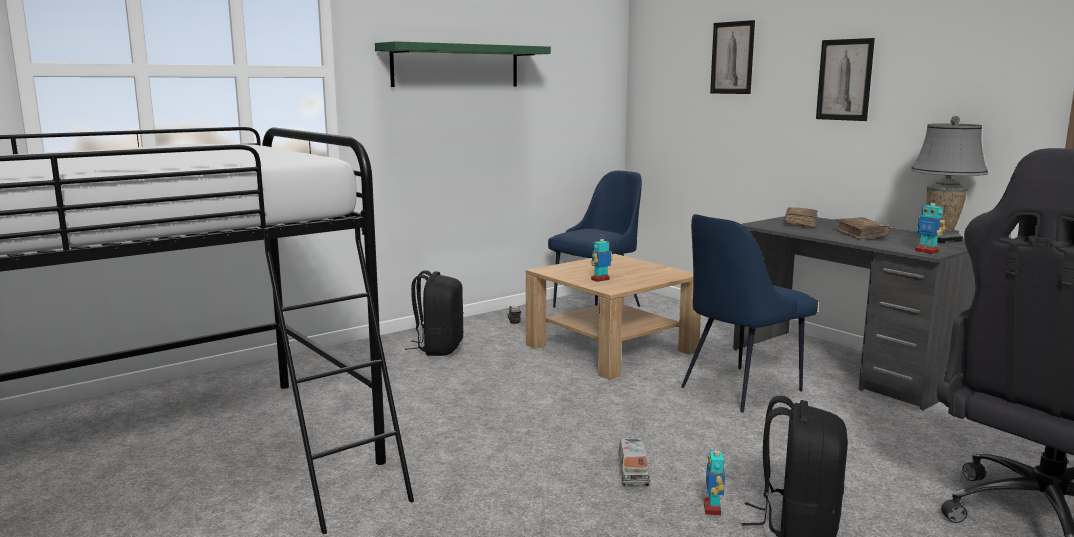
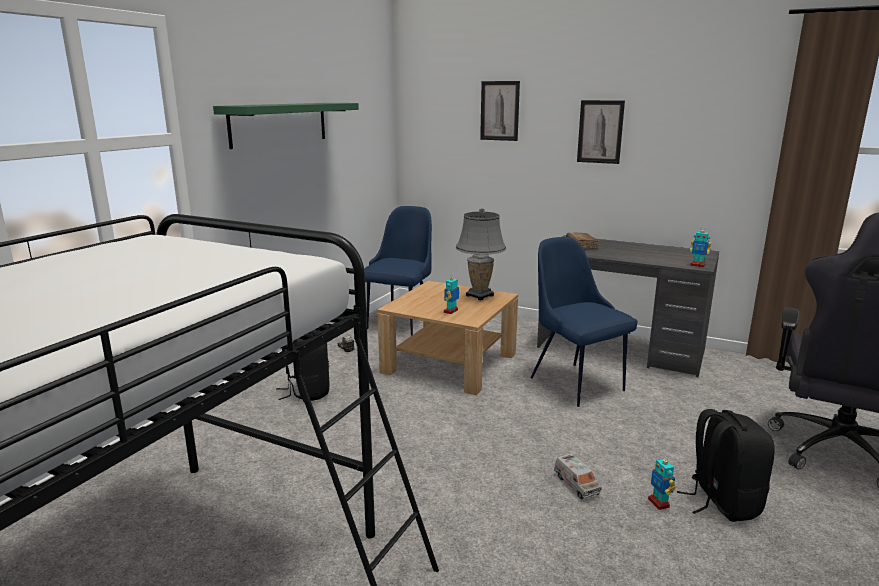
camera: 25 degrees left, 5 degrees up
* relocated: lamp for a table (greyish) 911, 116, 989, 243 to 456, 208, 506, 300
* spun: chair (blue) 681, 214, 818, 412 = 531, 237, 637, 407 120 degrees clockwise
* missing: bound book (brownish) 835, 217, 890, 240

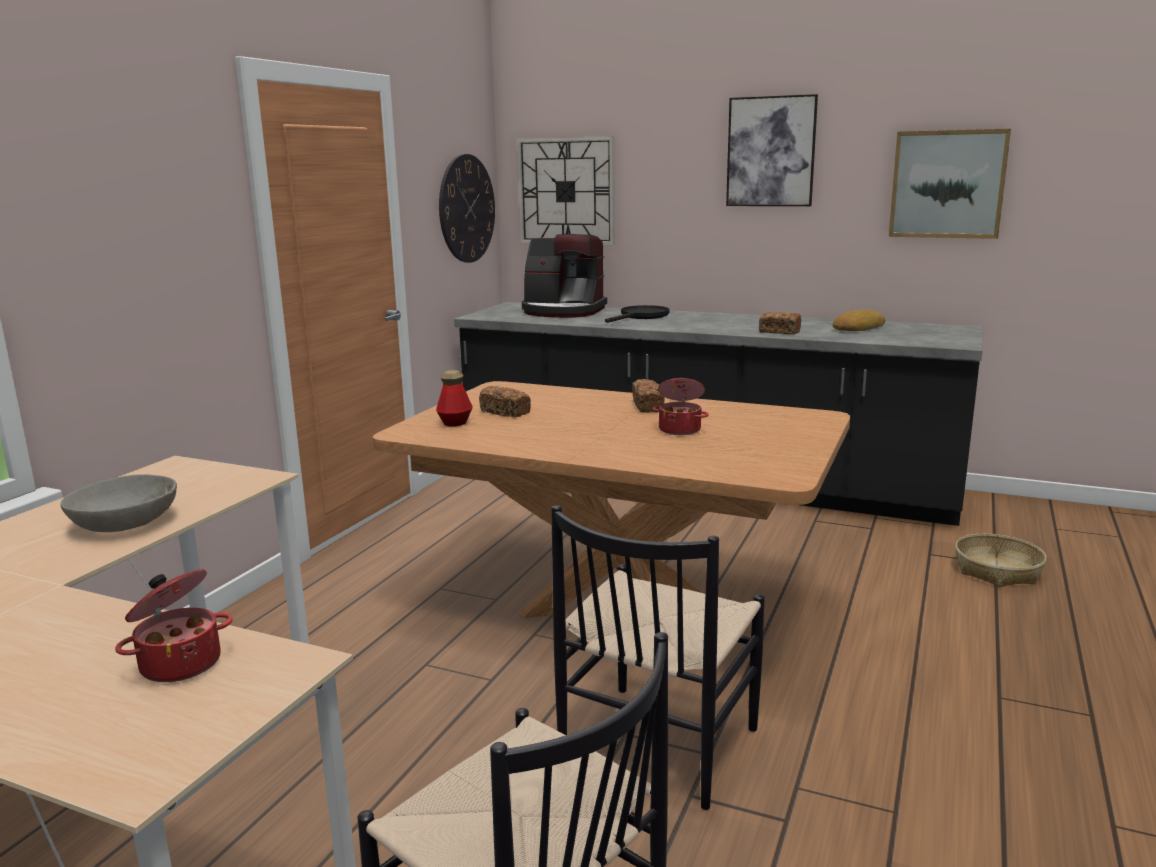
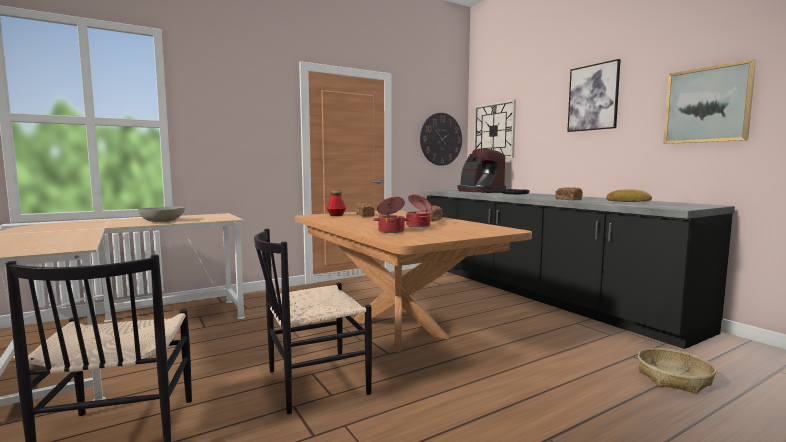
camera: 35 degrees right, 10 degrees down
* relocated: saucepot 115, 569, 233, 682 to 373, 197, 410, 233

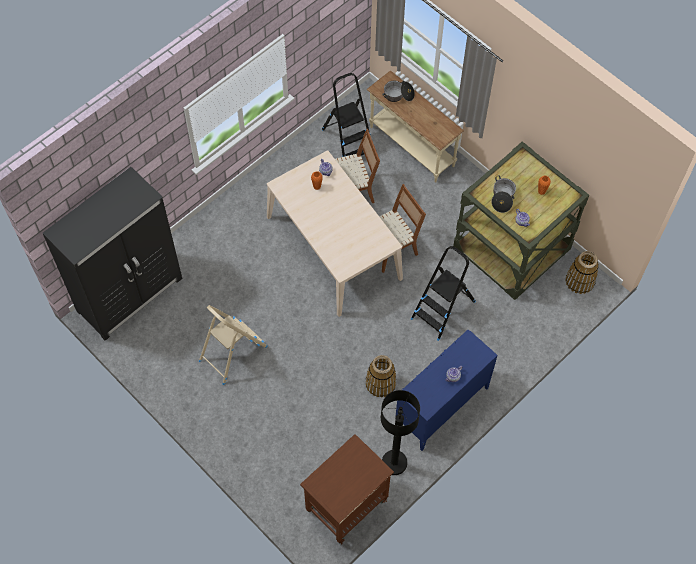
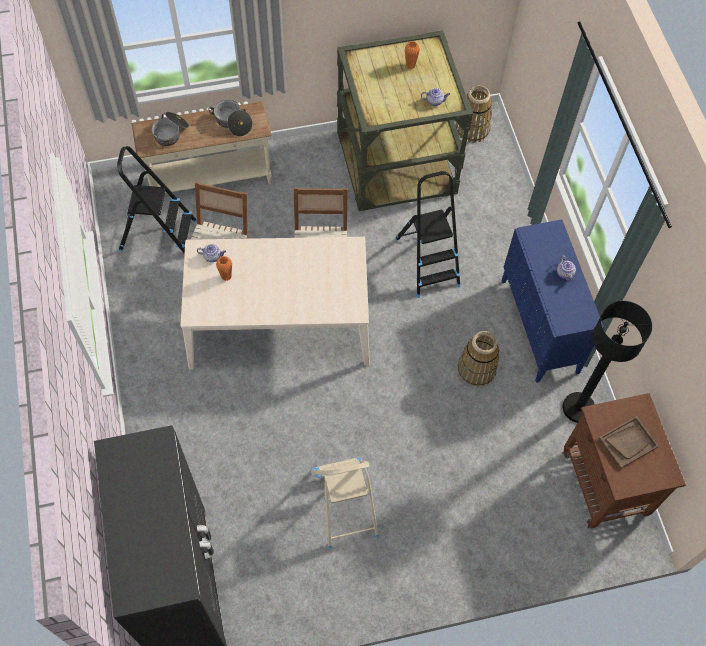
camera: 60 degrees left, 0 degrees up
* relocated: saucepot 492, 176, 516, 213 to 208, 100, 253, 137
* appeared: tray (brownish) 598, 416, 659, 469

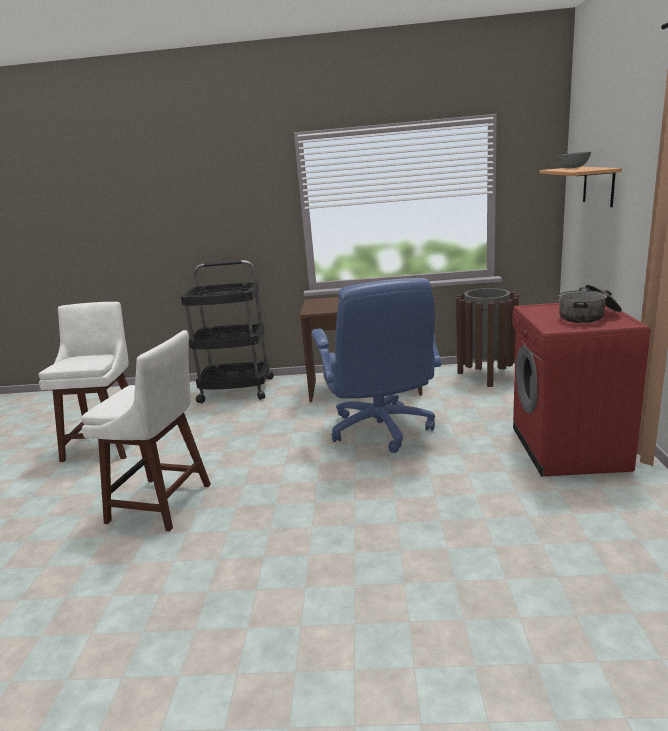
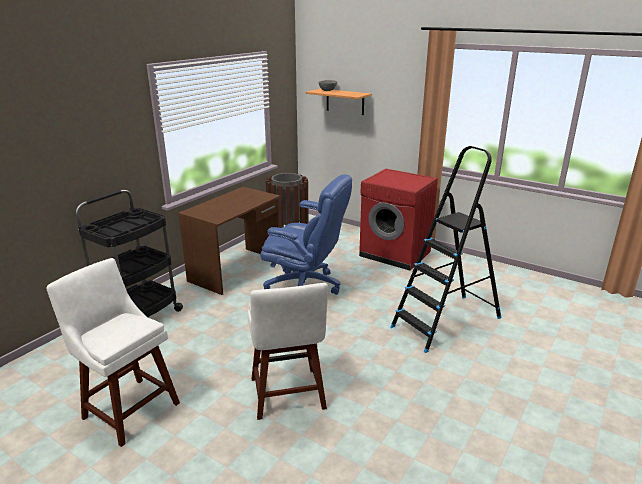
camera: 60 degrees left, 5 degrees up
* spun: chair (white) 82, 330, 211, 531 = 248, 283, 328, 420 120 degrees clockwise
* appeared: stepladder (black-coloured) 390, 146, 501, 353
* missing: saucepot 559, 285, 622, 323

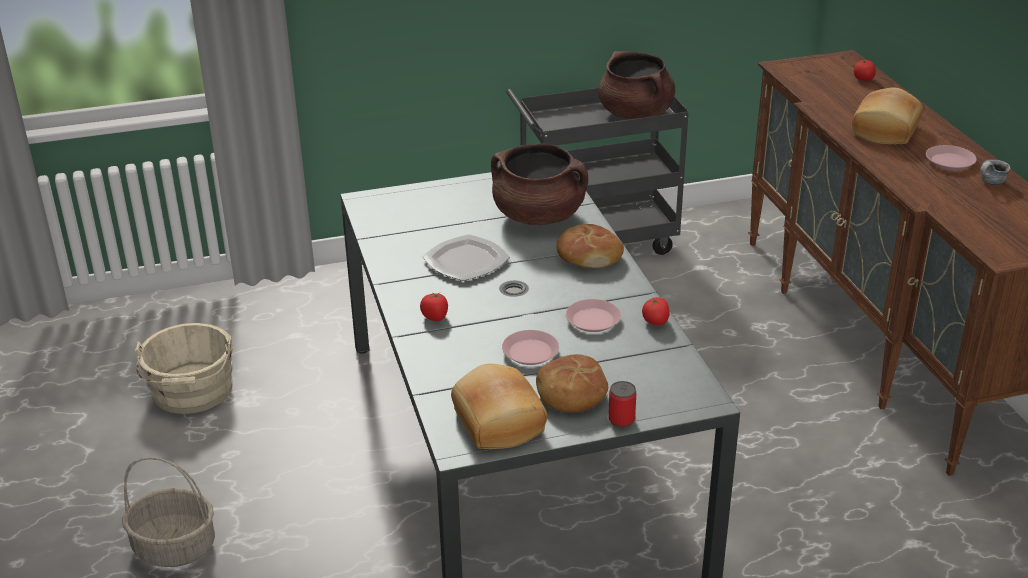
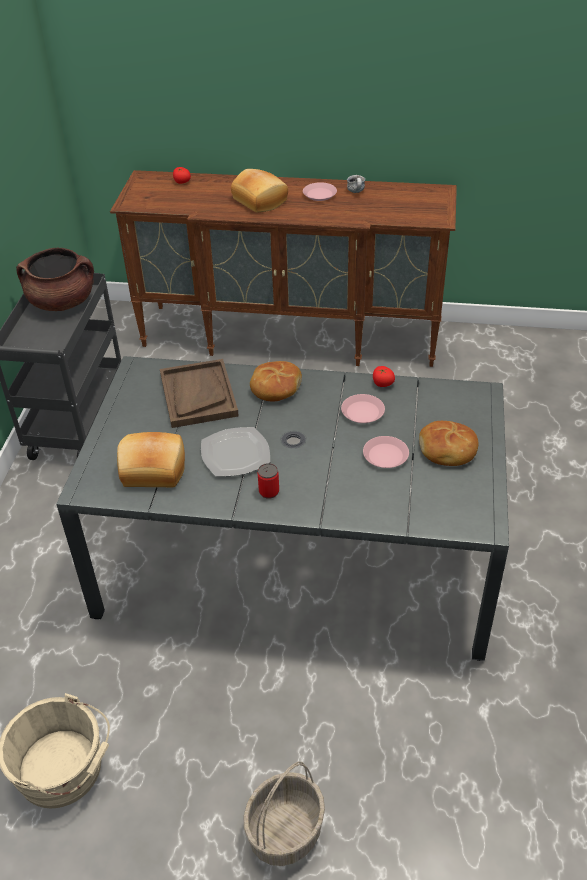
camera: 65 degrees left, 10 degrees up
* relocated: bread 451, 364, 548, 449 to 117, 432, 185, 487
* exchanged: saucepot (brownish) 491, 143, 588, 225 to tray (brownish) 160, 359, 239, 428
* relocated: can 608, 381, 636, 428 to 258, 463, 279, 499
* missing: tomato 420, 292, 448, 321

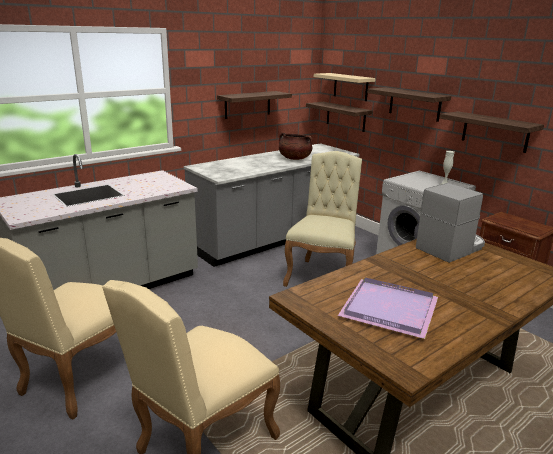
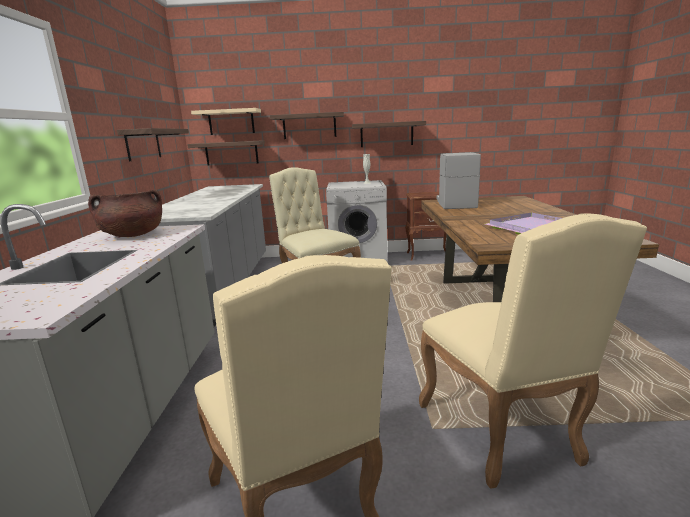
camera: 50 degrees left, 5 degrees down
* relocated: saucepot (brownish) 279, 133, 312, 160 to 88, 190, 162, 237

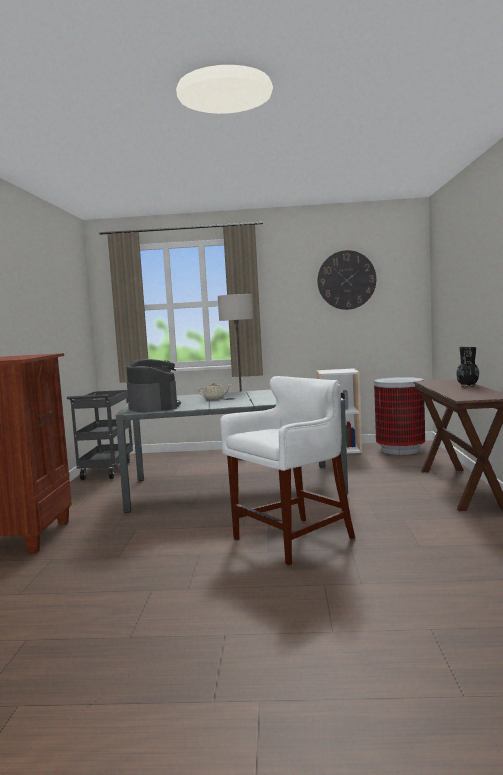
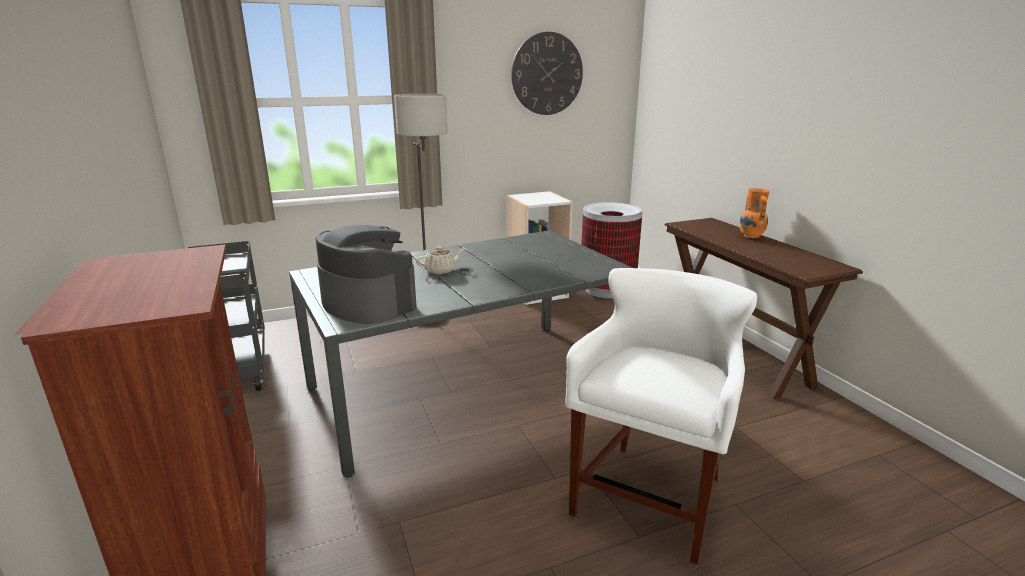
camera: 25 degrees left, 15 degrees up
* colour: vase (black-coloured) 456, 347, 479, 386 to vase (orange-coloured) 740, 188, 769, 238

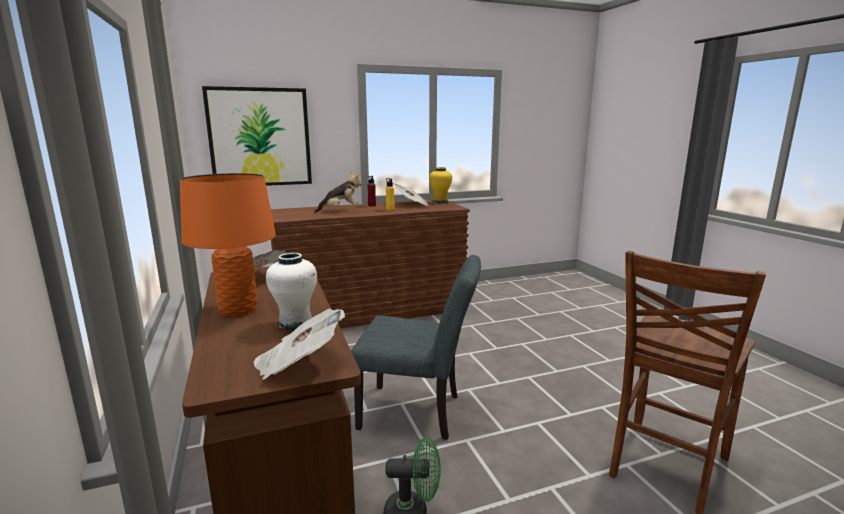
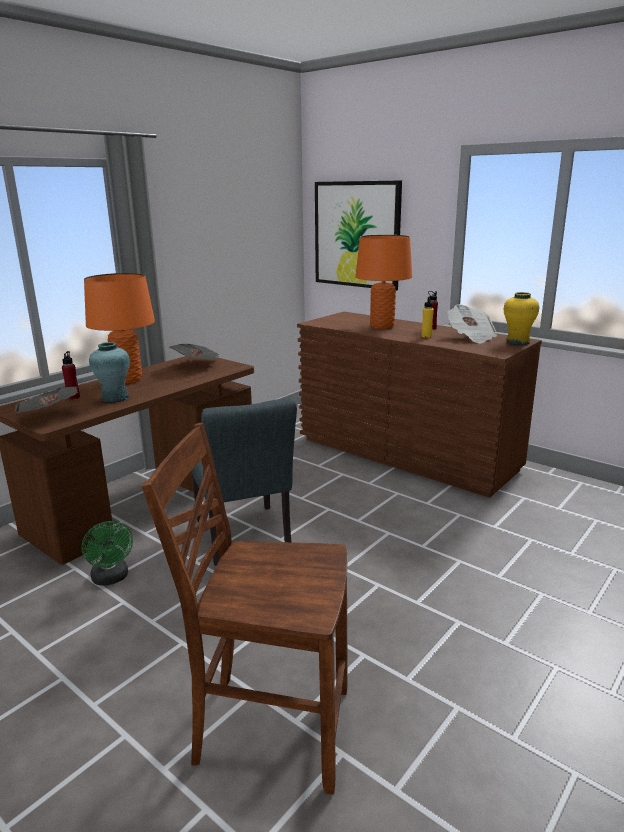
camera: 60 degrees right, 5 degrees up
* appeared: bottle (red-coloured) 62, 351, 80, 400
* colour: vase (white) 266, 253, 317, 331 to vase (turquoise-coloured) 89, 342, 130, 403
* exchanged: cuddly toy 314, 172, 362, 213 to lamp for a table (orange-coloured) 355, 235, 412, 329

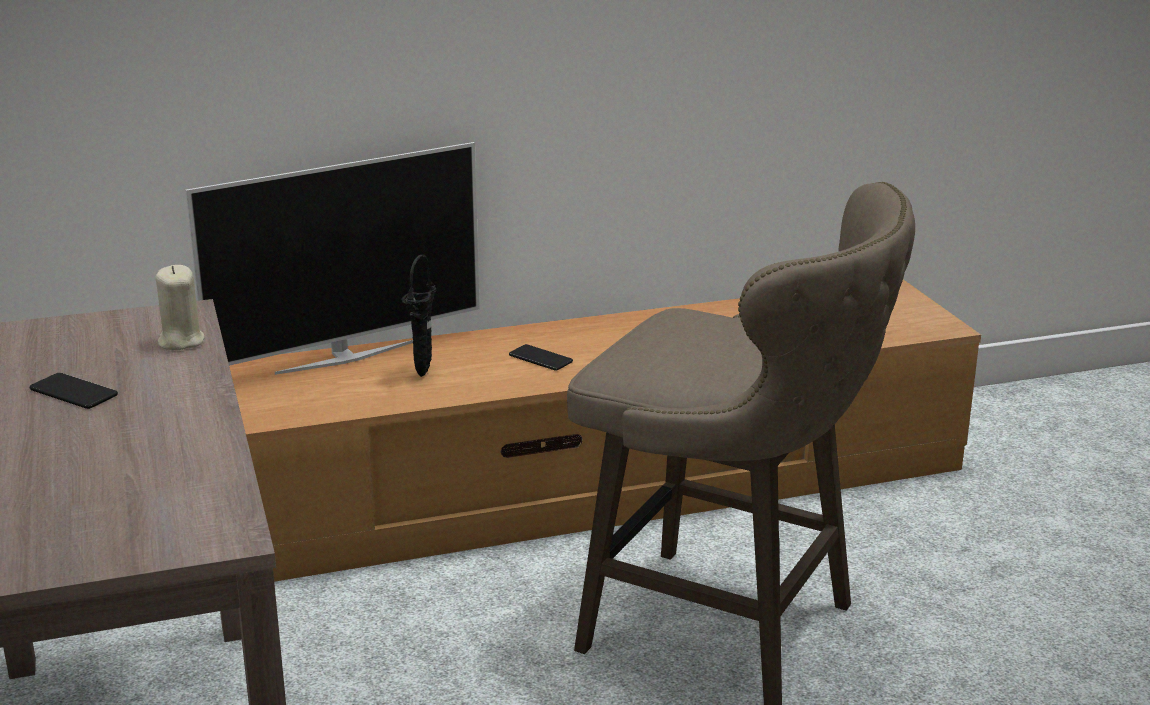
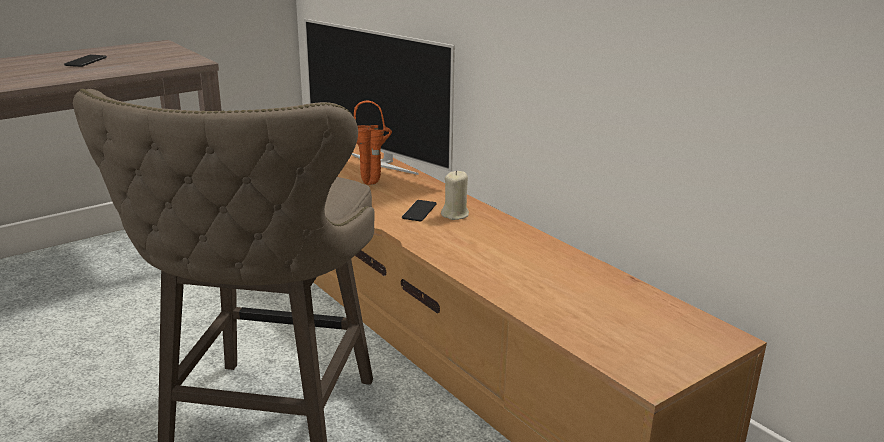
camera: 70 degrees right, 0 degrees up
* colour: vase (black-coloured) 401, 255, 436, 377 to vase (orange-coloured) 354, 101, 392, 185
* relocated: wax light (beige) 155, 265, 204, 350 to 441, 171, 469, 220

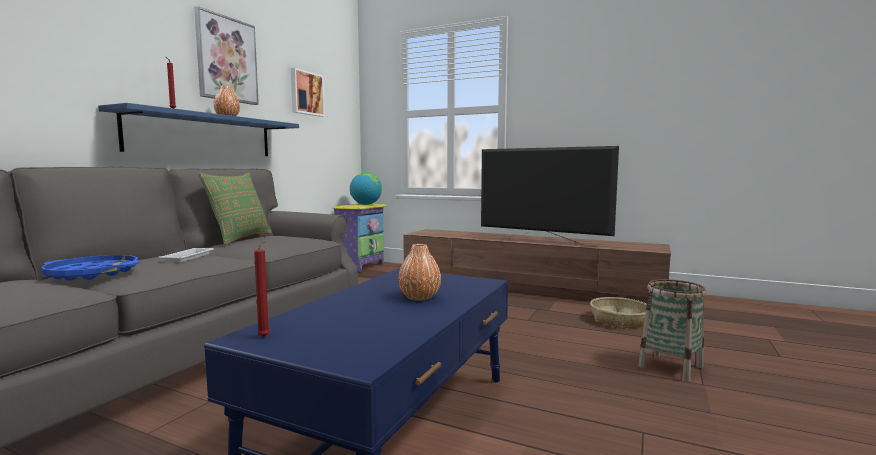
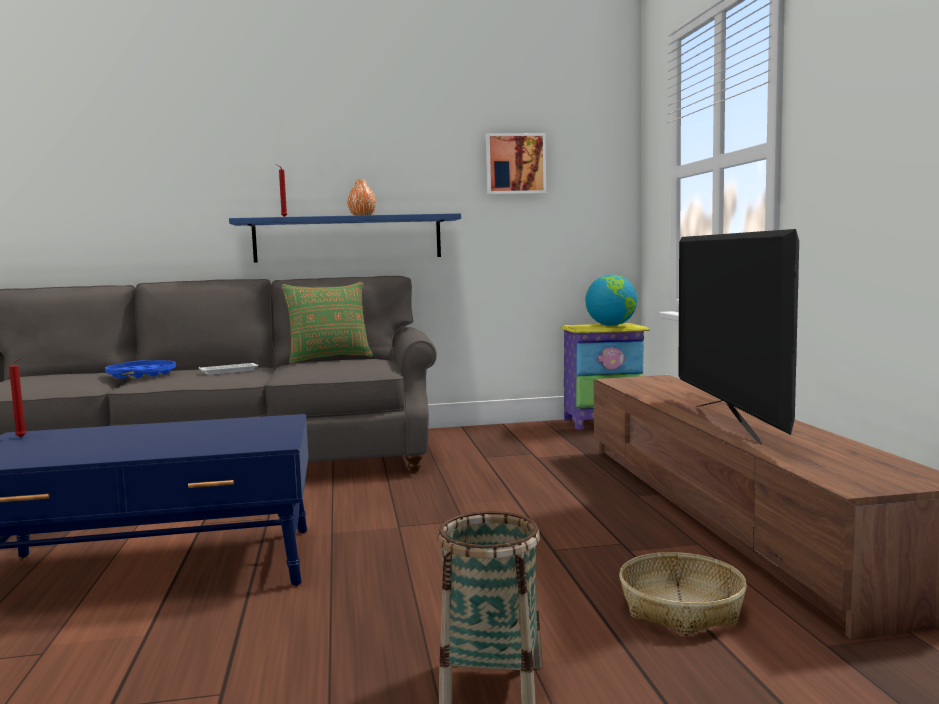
camera: 55 degrees right, 0 degrees up
* missing: wall picture 194, 6, 259, 105
* missing: vase (orange-coloured) 398, 244, 441, 301

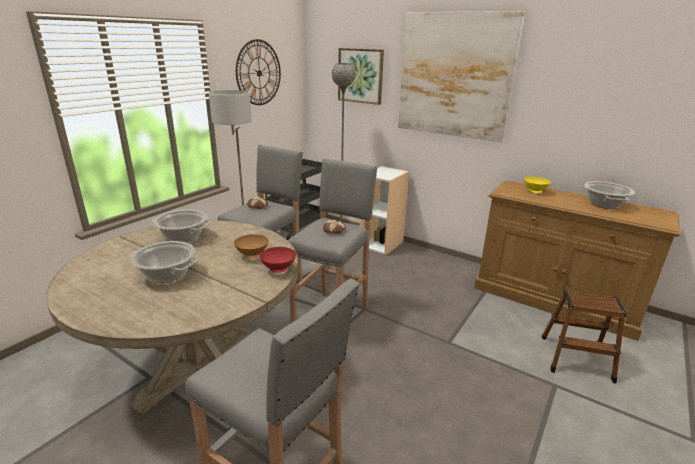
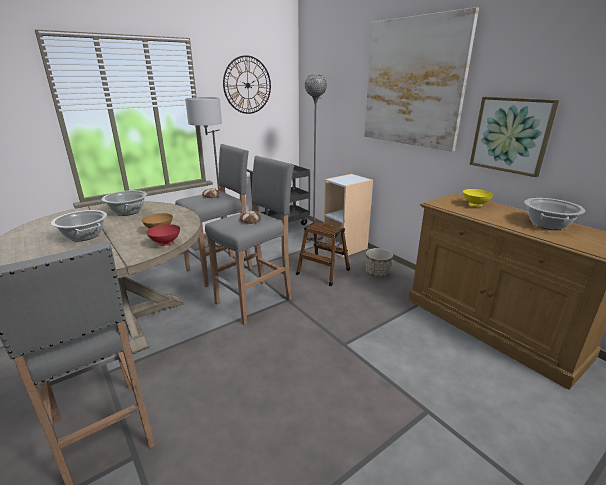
camera: 20 degrees right, 0 degrees up
* relocated: stepladder (brownish) 542, 290, 627, 384 to 296, 221, 350, 286
* appeared: planter 366, 248, 393, 277
* relocated: wall picture 338, 48, 384, 105 to 470, 97, 559, 177

